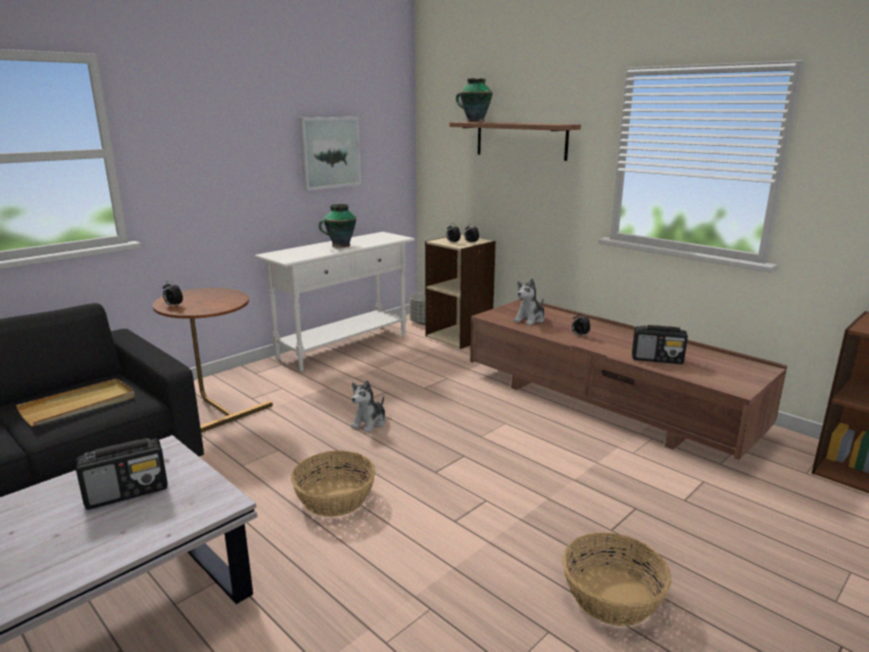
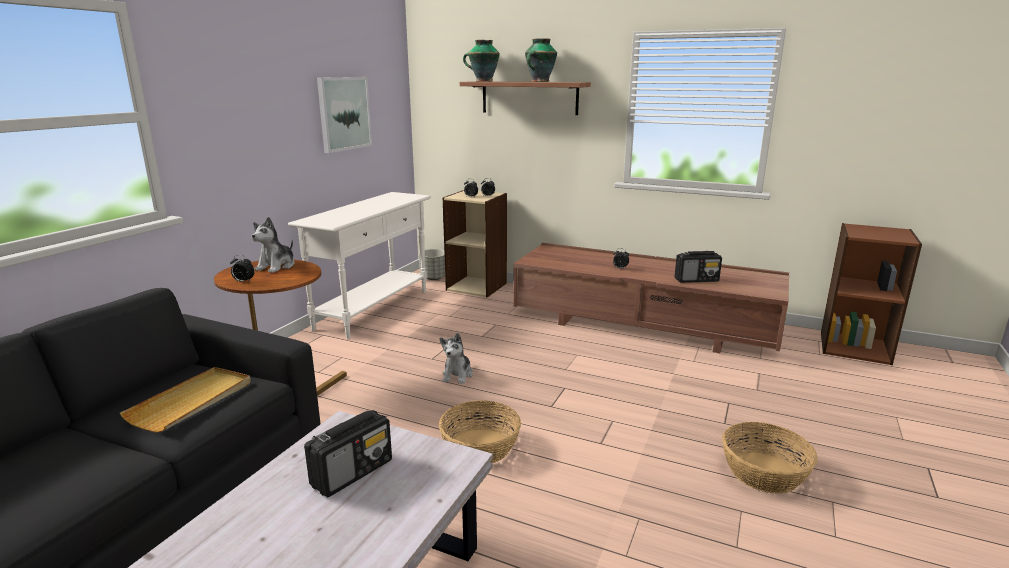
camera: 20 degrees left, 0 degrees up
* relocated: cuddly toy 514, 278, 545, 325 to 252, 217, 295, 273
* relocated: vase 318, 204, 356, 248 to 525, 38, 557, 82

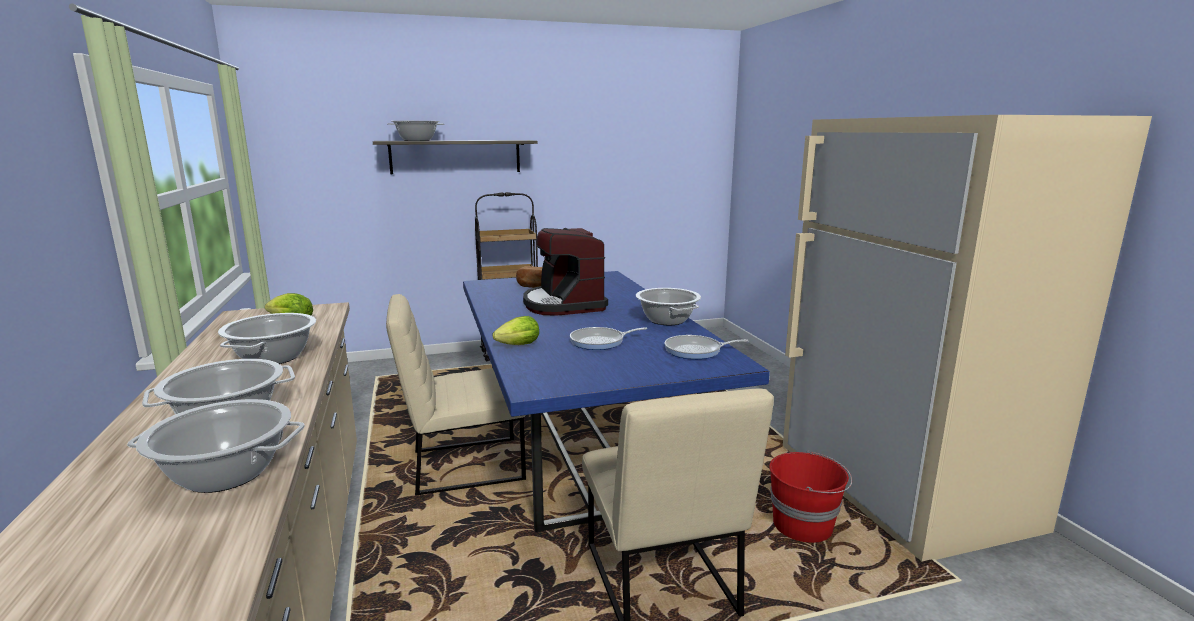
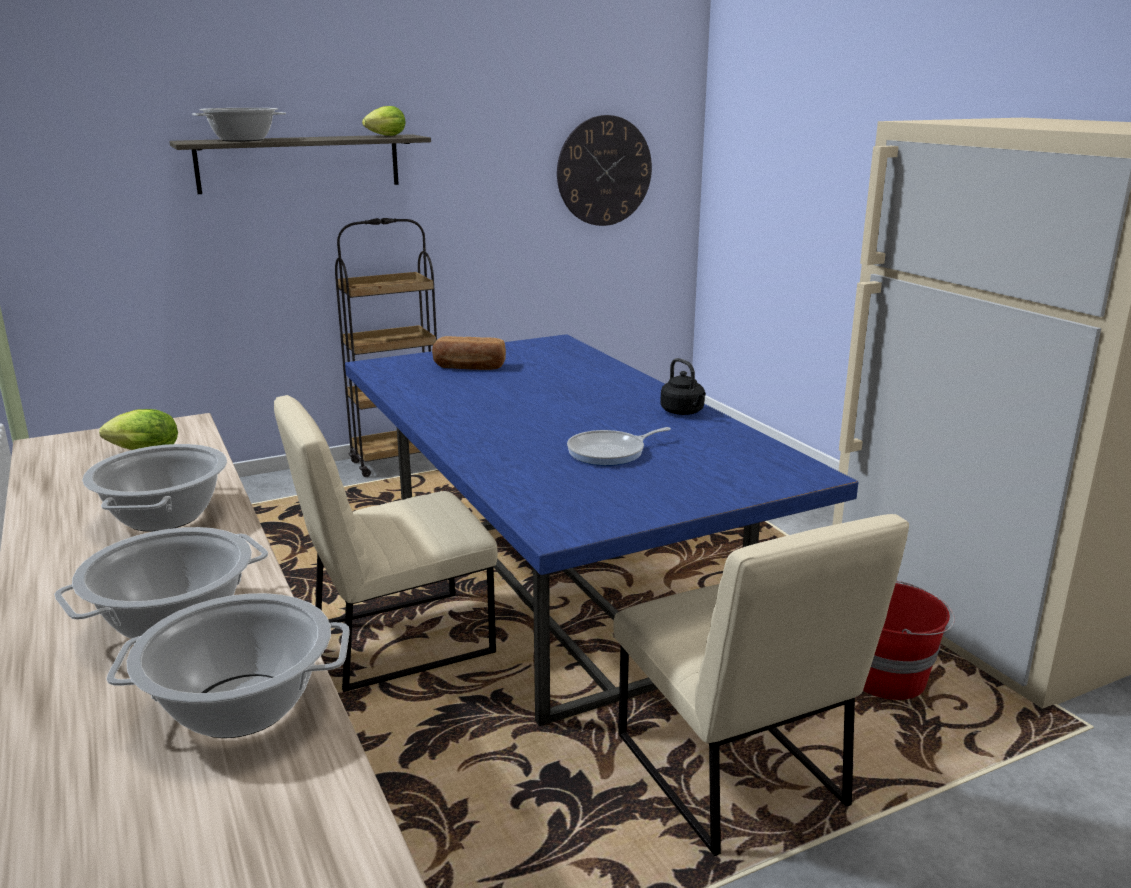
camera: 10 degrees left, 5 degrees up
* relocated: head of lettuce 493, 316, 539, 345 to 362, 106, 405, 136
* appeared: clock on the wall 557, 115, 652, 226
* exchanged: saucepot 636, 288, 701, 325 to tea kettle (black-coloured) 660, 358, 706, 415
* missing: coffee maker 523, 228, 608, 316
* missing: pan 664, 335, 748, 359

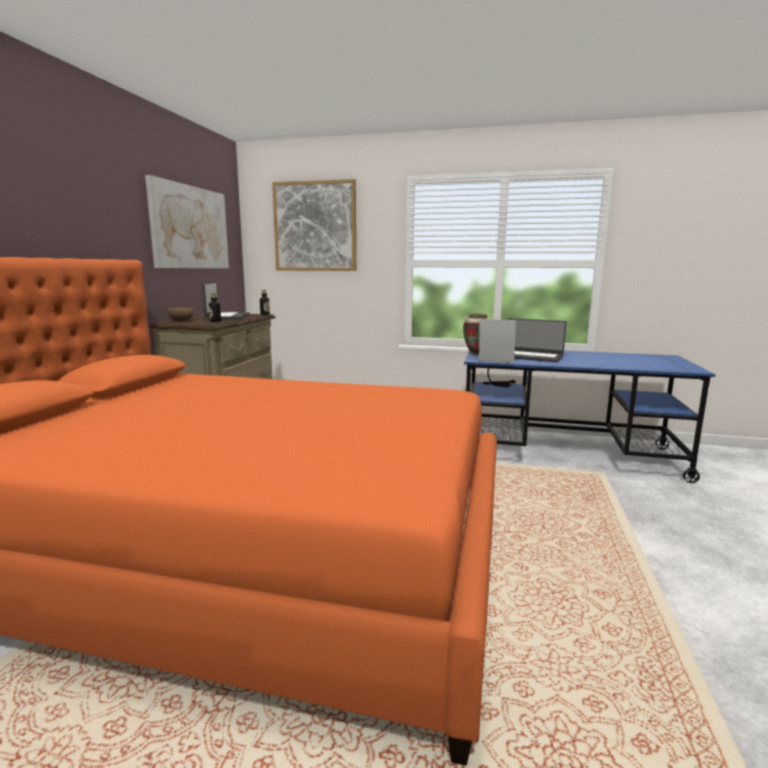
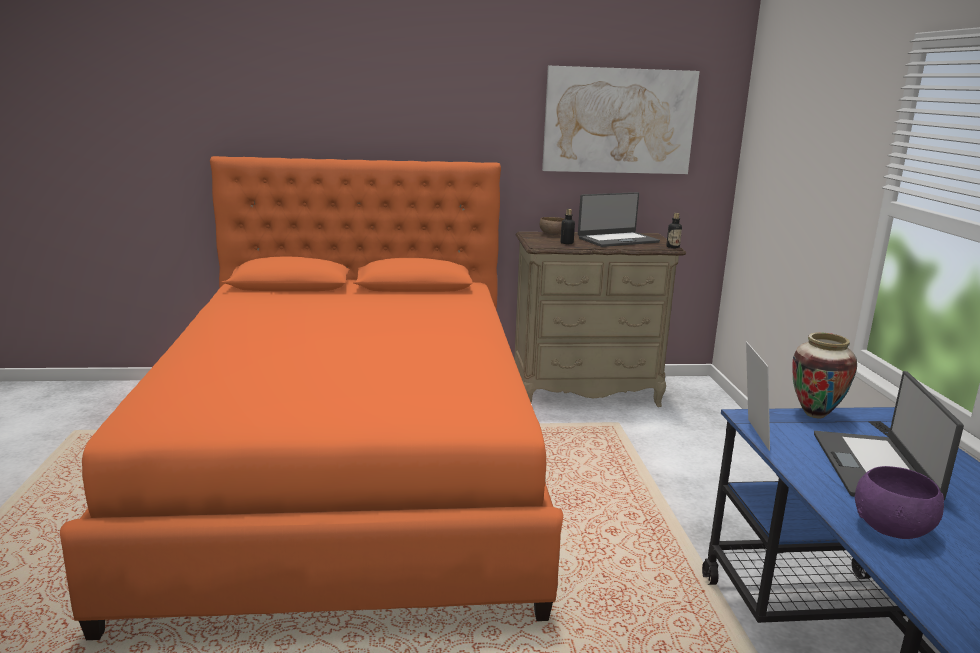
camera: 70 degrees right, 5 degrees up
* appeared: deep dish (purplish) 855, 466, 944, 539
* missing: wall picture 272, 179, 356, 271

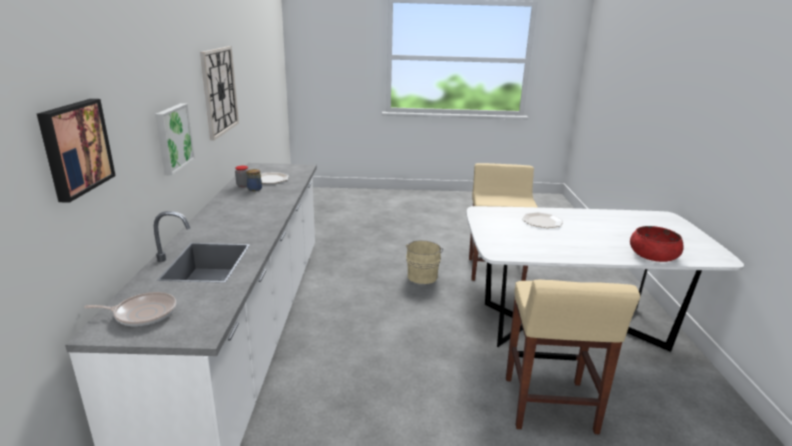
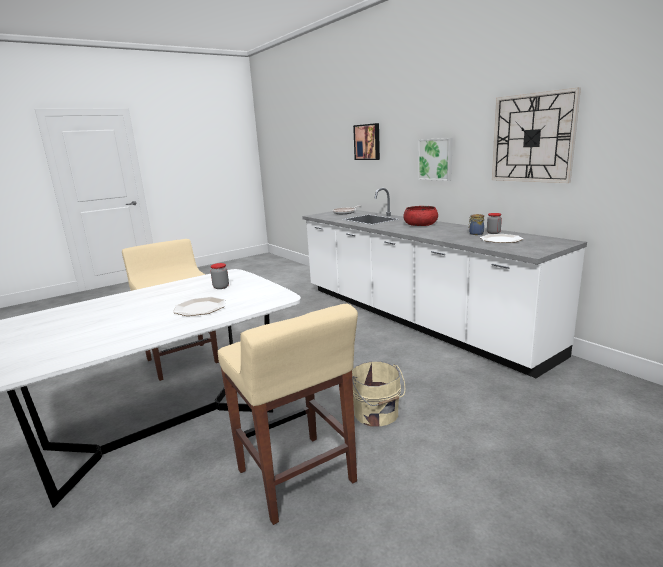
camera: 145 degrees right, 5 degrees down
* appeared: preserve jar 210, 263, 229, 289
* relocated: deep dish (red-coloured) 630, 226, 684, 262 to 403, 206, 438, 226

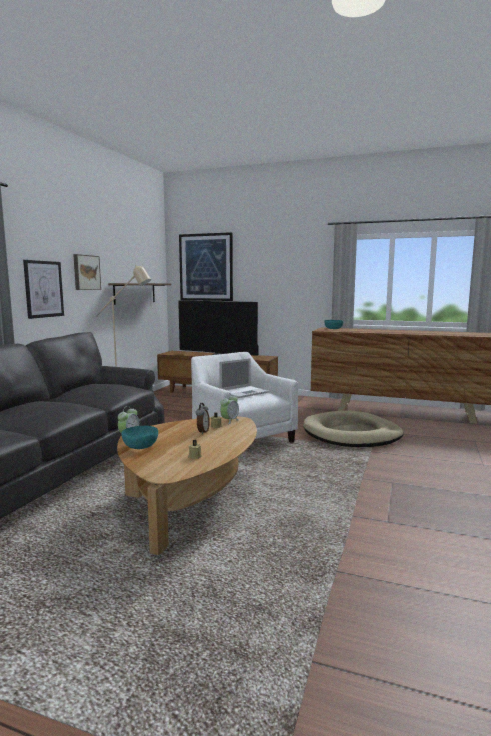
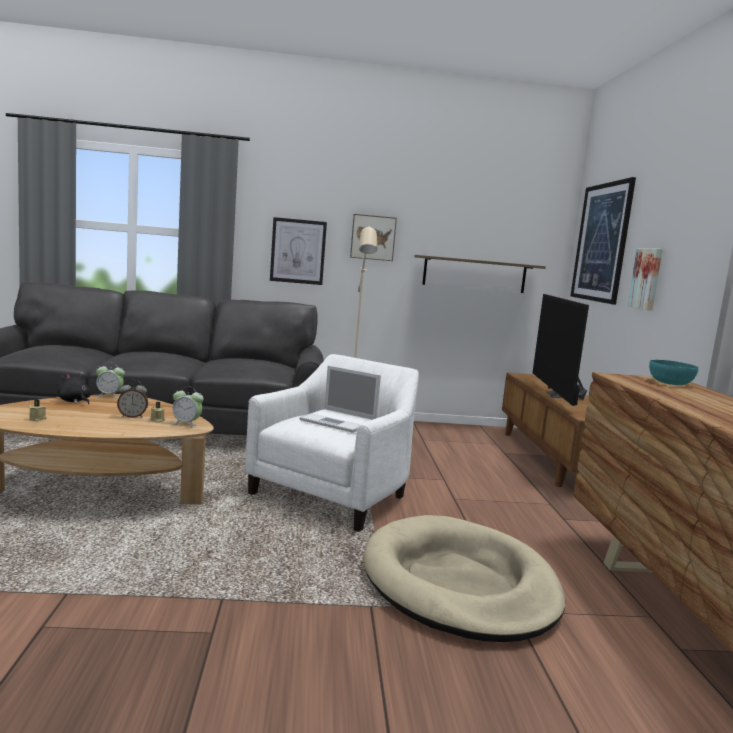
camera: 65 degrees right, 0 degrees up
* exchanged: deep dish (turquoise-coloured) 122, 426, 158, 449 to cuddly toy (black-coloured) 57, 373, 91, 404
* appeared: wall picture 628, 249, 663, 311

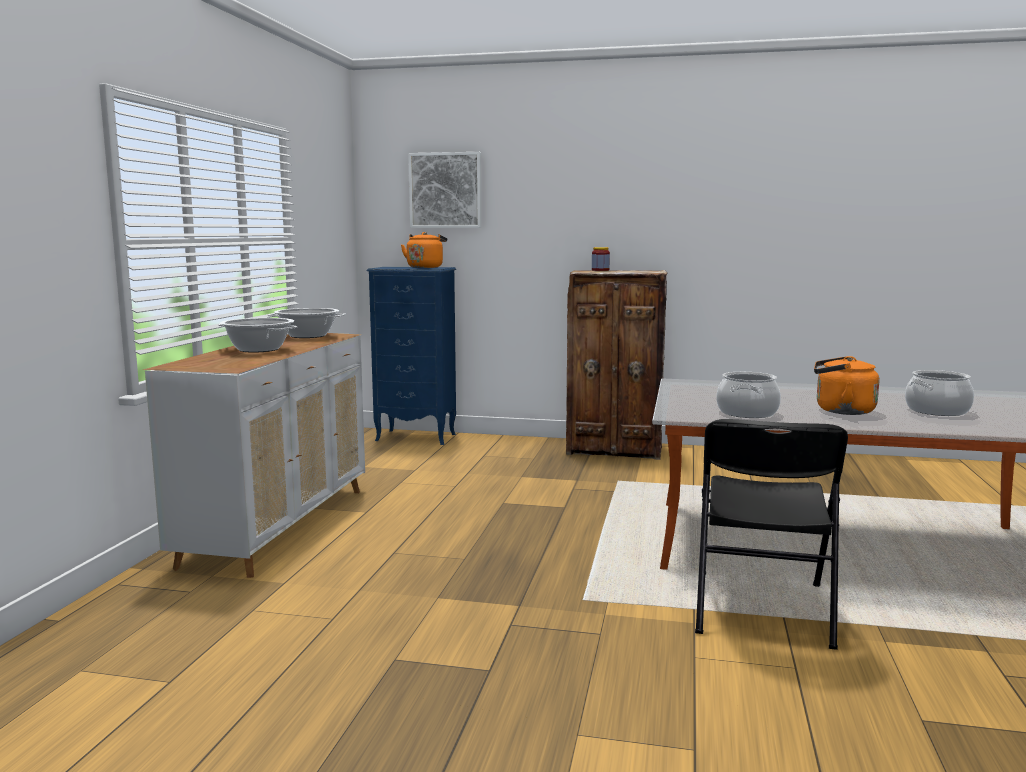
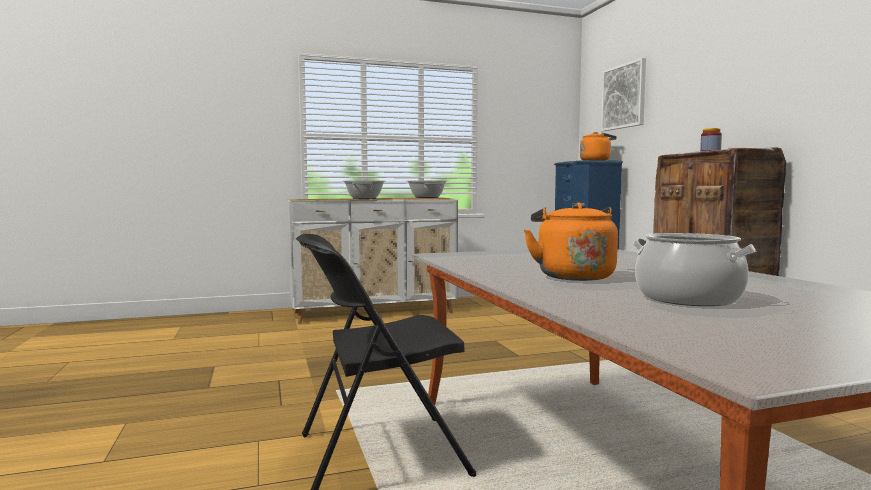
camera: 60 degrees right, 5 degrees down
* missing: saucepot 716, 372, 781, 418

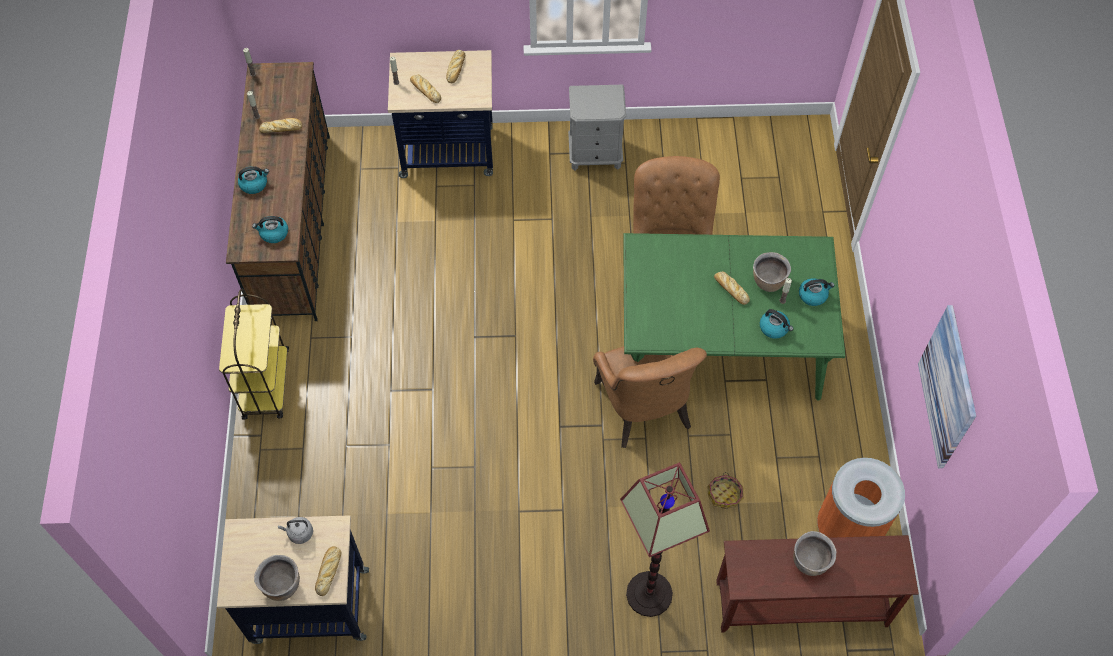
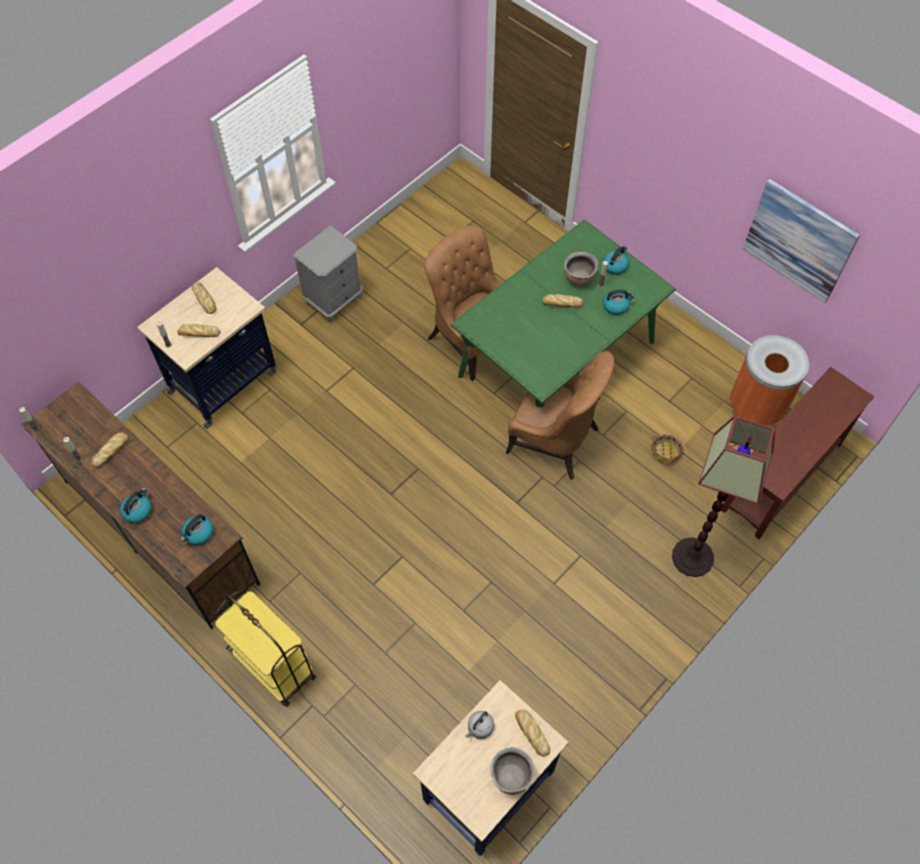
camera: 45 degrees left, 0 degrees up
* missing: saucepot (brownish) 793, 531, 836, 576

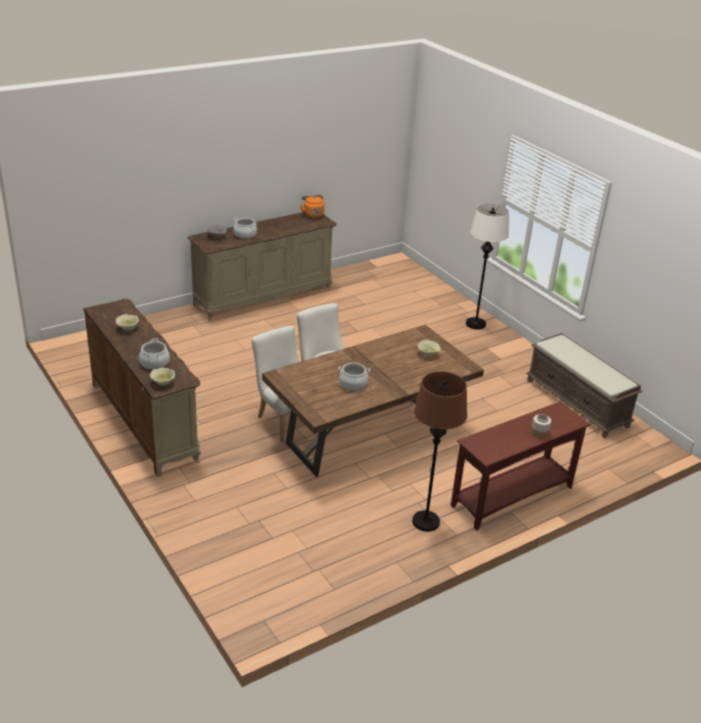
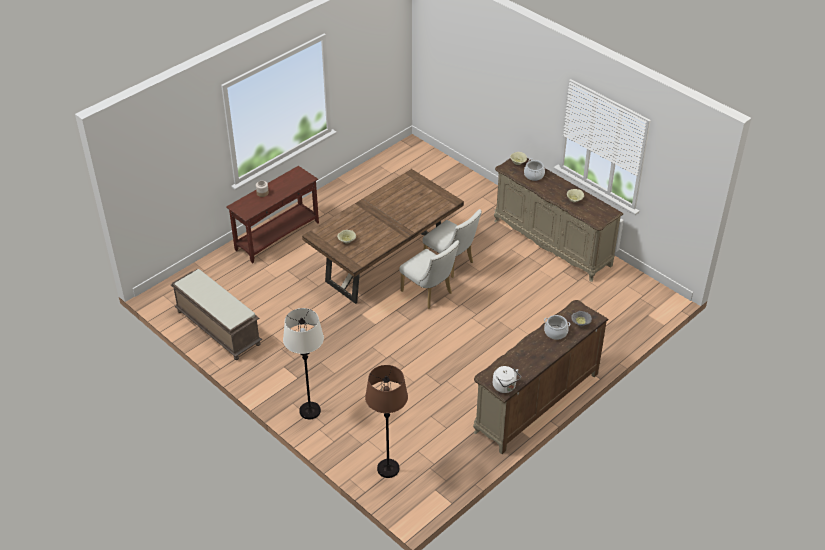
camera: 170 degrees right, 10 degrees up
* relocated: standing lamp (brownish) 412, 372, 467, 532 to 365, 365, 408, 478
* colour: tea kettle (orange-coloured) 300, 195, 324, 218 to tea kettle (white) 493, 366, 521, 393
* missing: saucepot 338, 363, 370, 391

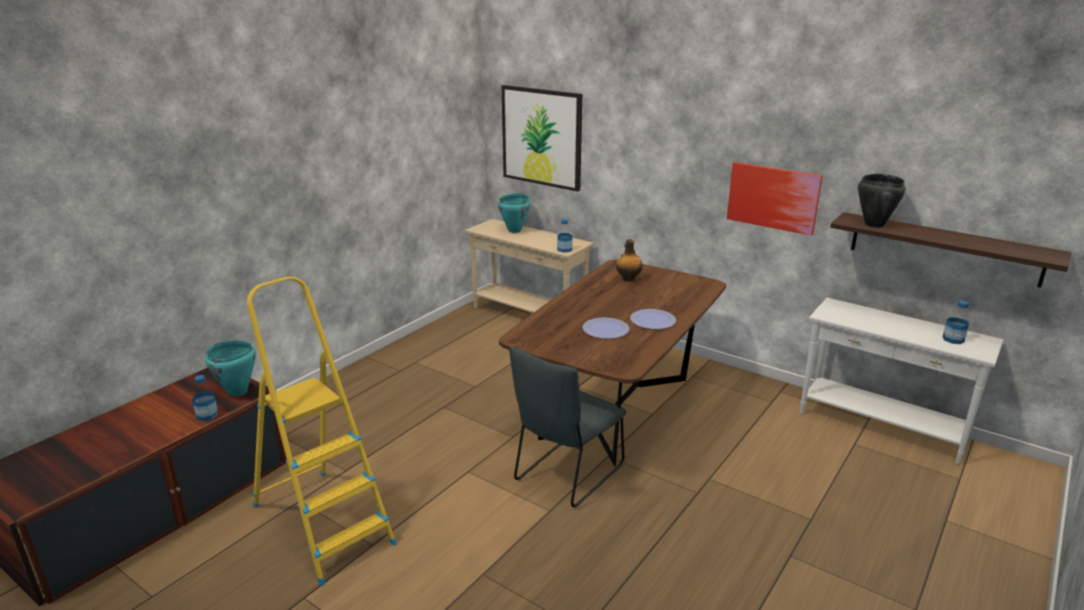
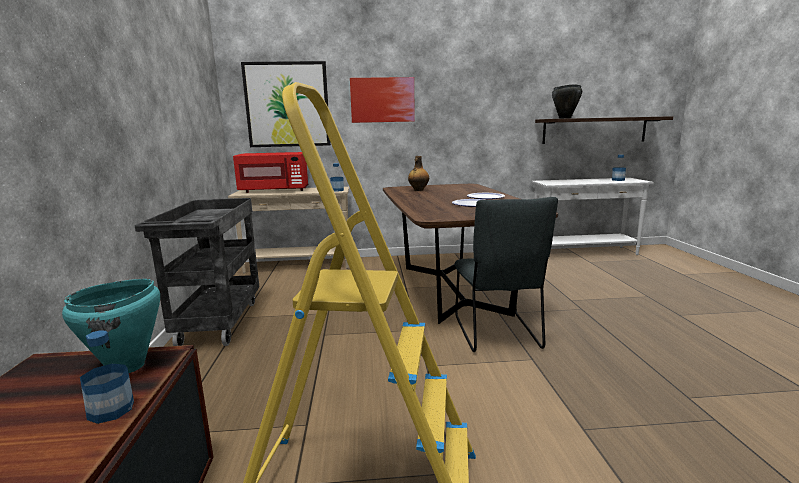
camera: 40 degrees left, 10 degrees down
* appeared: wheeled cart (black-coloured) 135, 198, 259, 346
* exchanged: saucepot (turquoise-coloured) 498, 193, 530, 233 to microwave oven (red-coloured) 233, 152, 308, 193
* relocated: wall picture 727, 162, 823, 236 to 350, 77, 415, 123

